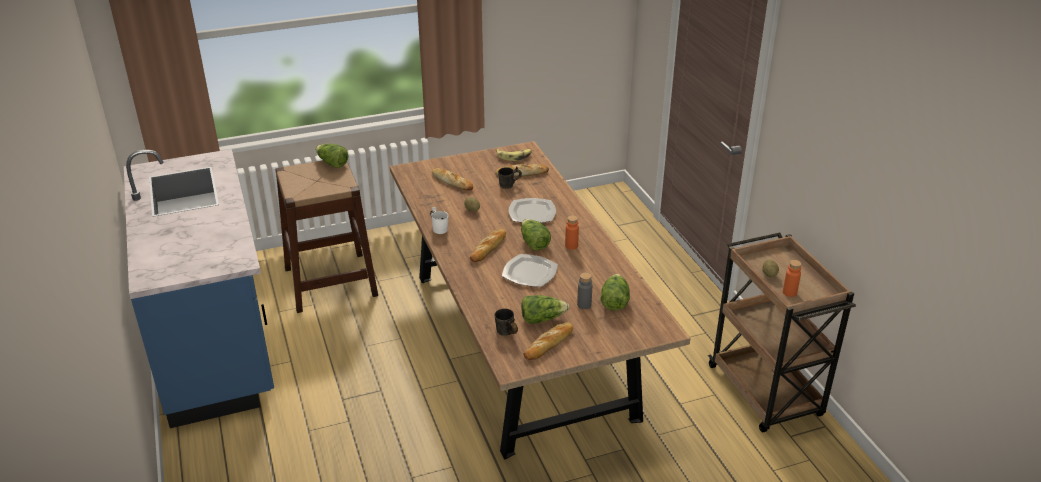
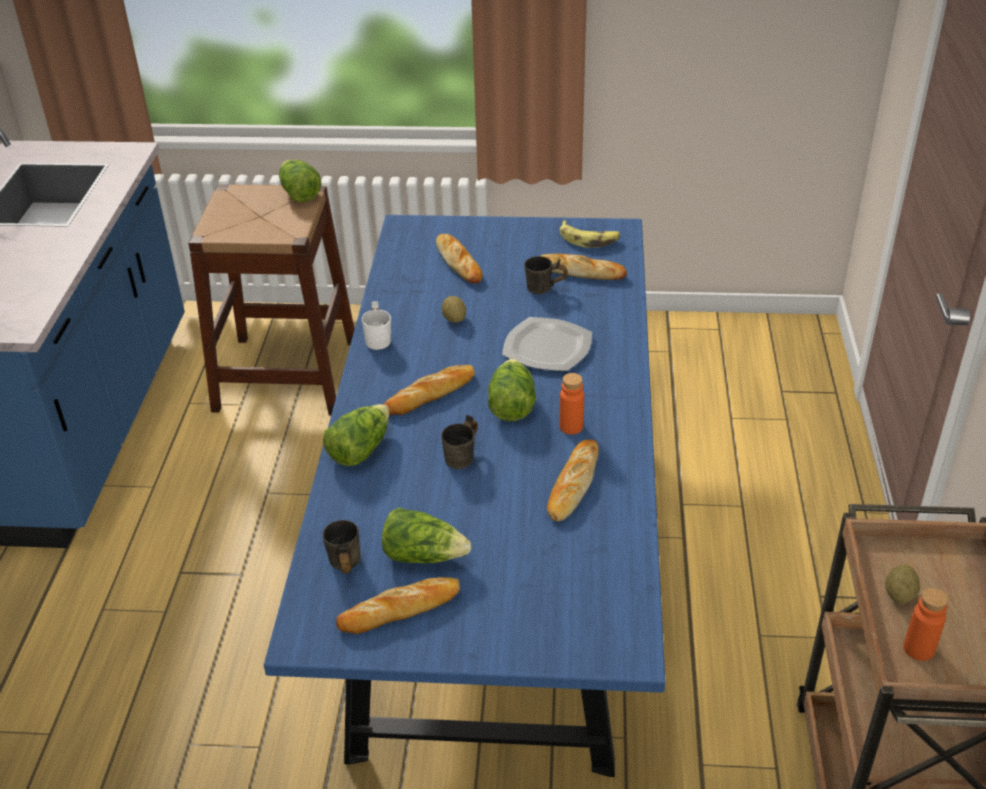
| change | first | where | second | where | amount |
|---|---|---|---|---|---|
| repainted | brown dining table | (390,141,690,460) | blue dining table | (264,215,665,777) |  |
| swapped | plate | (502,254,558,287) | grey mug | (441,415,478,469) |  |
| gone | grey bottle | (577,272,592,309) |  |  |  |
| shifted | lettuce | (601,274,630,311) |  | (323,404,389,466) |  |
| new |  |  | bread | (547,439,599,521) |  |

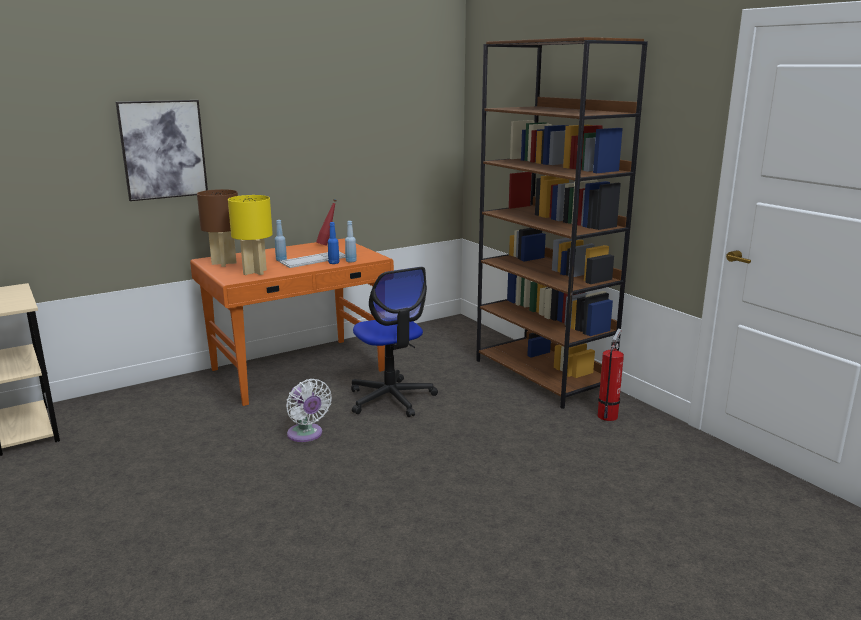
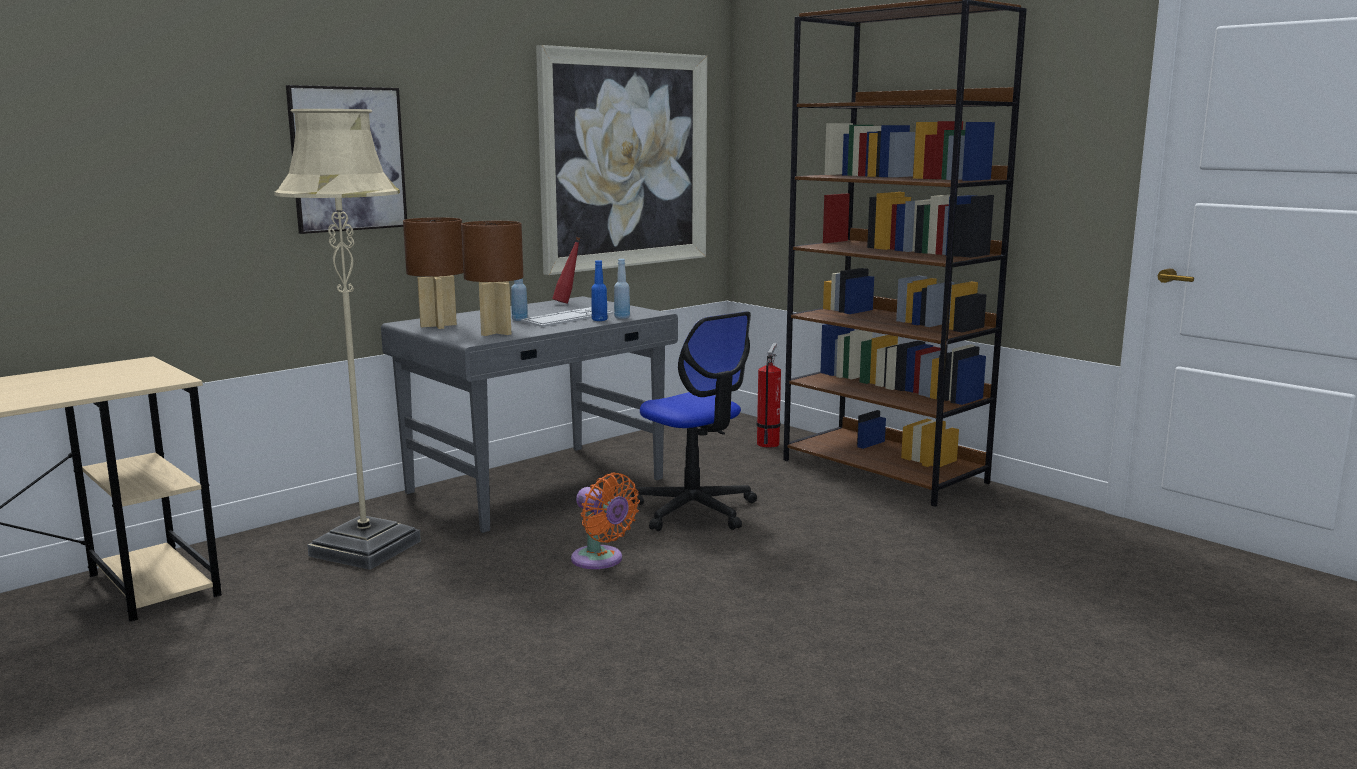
| change | first | where | second | where | amount |
|---|---|---|---|---|---|
| repainted | yellow table lamp | (228,195,273,275) | brown table lamp | (461,221,524,336) |  |
| repainted | orange desk | (190,238,394,406) | grey desk | (381,296,678,533) |  |
| shifted | fire extinguisher | (598,329,624,421) |  | (756,343,781,448) |  |
| repainted | white fan | (286,379,332,442) | orange fan | (571,472,640,569) |  |
| new |  |  | picture | (536,45,707,275) |  |
| new |  |  | beige floor lamp | (274,109,421,570) |  |

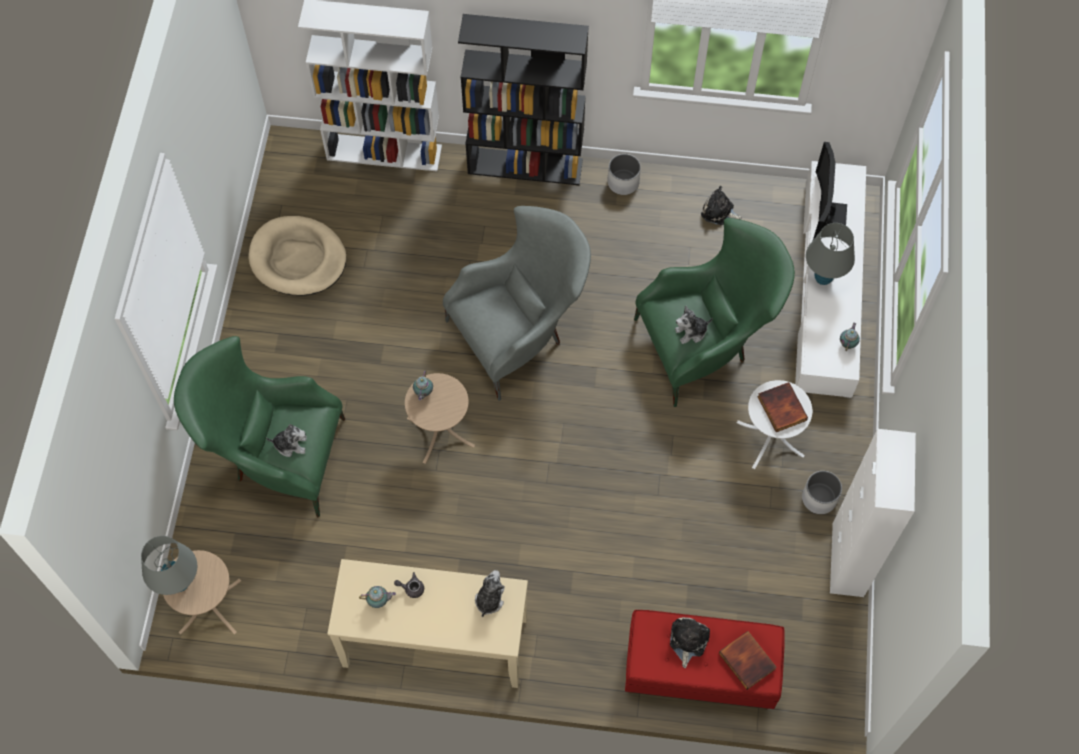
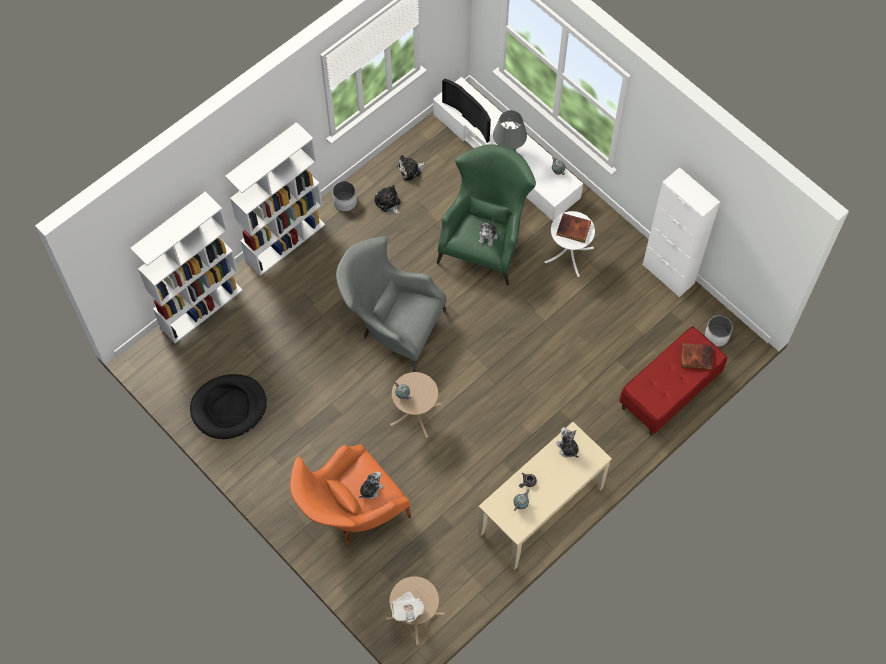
| change | first | where | second | where | amount |
|---|---|---|---|---|---|
| repainted | black bookcase | (458,14,589,185) | white bookcase | (225,122,325,276) |  |
| rotated | grey armchair | (443,206,591,401) |  | (336,236,447,372) | 75 degrees counterclockwise |
| repainted | beige dog bed | (248,216,347,296) | black dog bed | (190,374,267,439) |  |
| repainted | green armchair | (174,336,345,517) | orange armchair | (290,445,411,545) |  |
| shifted | white planter | (802,471,842,514) |  | (705,315,733,347) |  |
| swapped | grey table lamp | (141,536,197,595) | newspaper | (391,592,424,622) |  |
| shifted | plush toy | (670,617,710,668) |  | (374,185,400,215) |  |

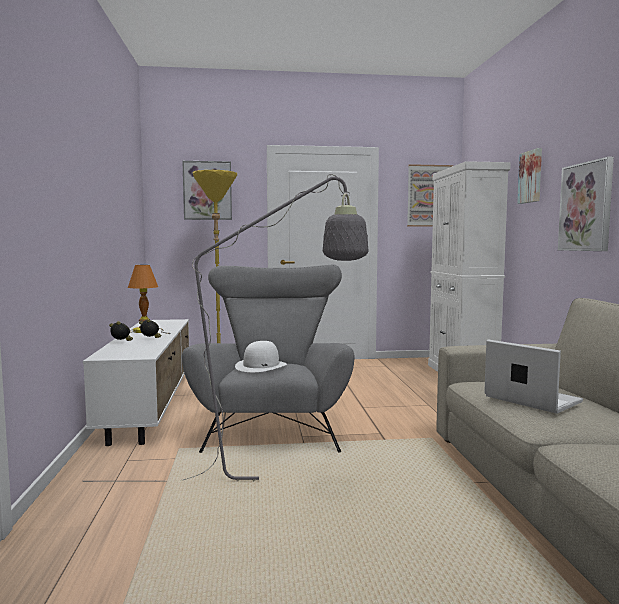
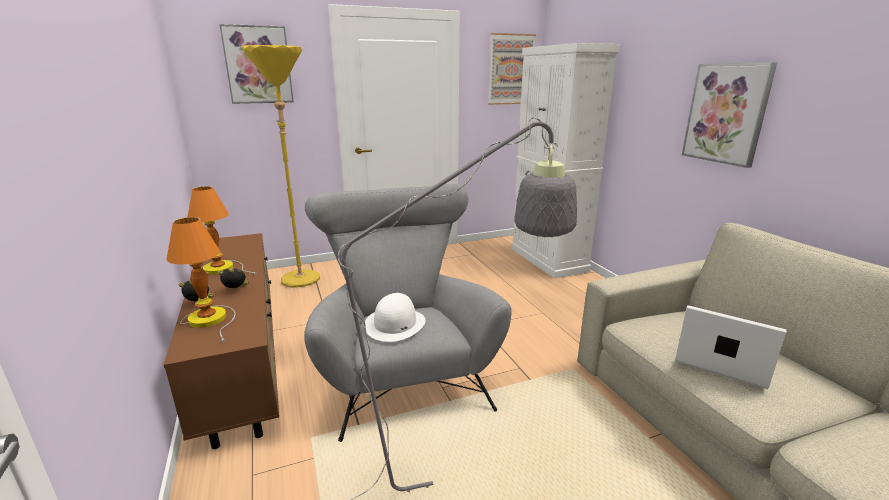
| change | first | where | second | where | amount |
|---|---|---|---|---|---|
| gone | picture | (517,148,542,204) |  |  |  |
| repainted | white tv stand | (83,319,189,446) | brown tv stand | (163,233,279,449) |  |
| new |  |  | table lamp | (167,217,236,343) |  |

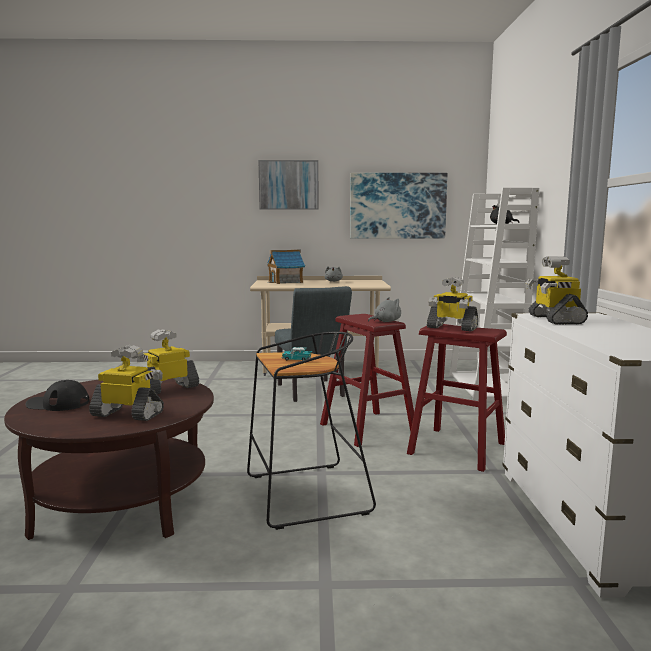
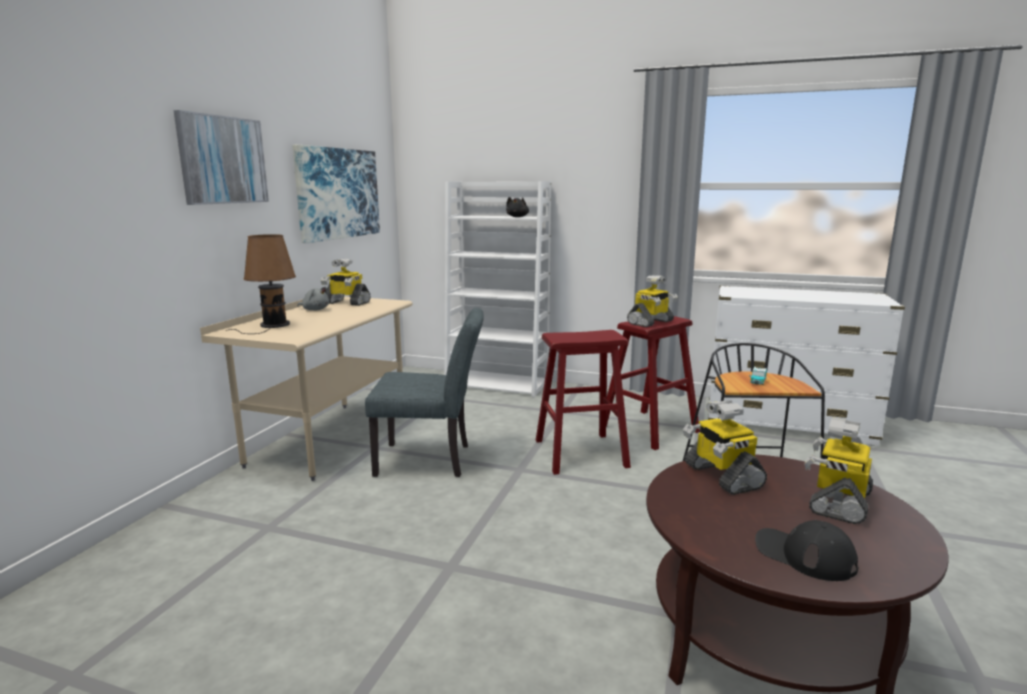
| change | first | where | second | where | amount |
|---|---|---|---|---|---|
| swapped | toy house | (267,249,305,284) | brown table lamp | (226,234,296,334) |  |
| shifted | toy robot | (525,256,588,325) |  | (321,258,371,306) |  |
| gone | grey plush toy | (368,297,401,322) |  |  |  |
| rotated | black cap | (26,380,89,411) |  | (755,520,858,581) | 105 degrees clockwise |

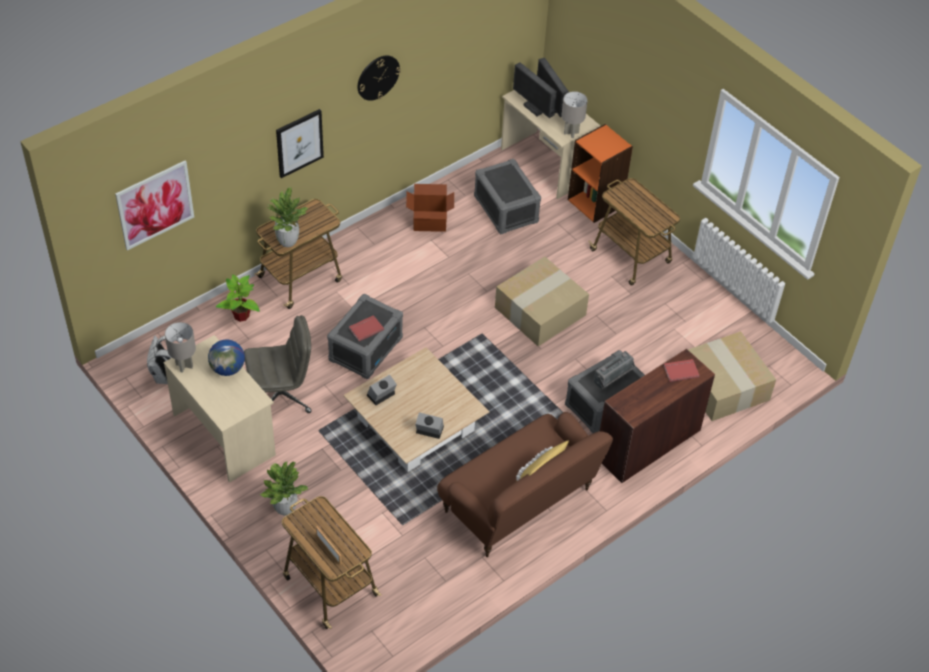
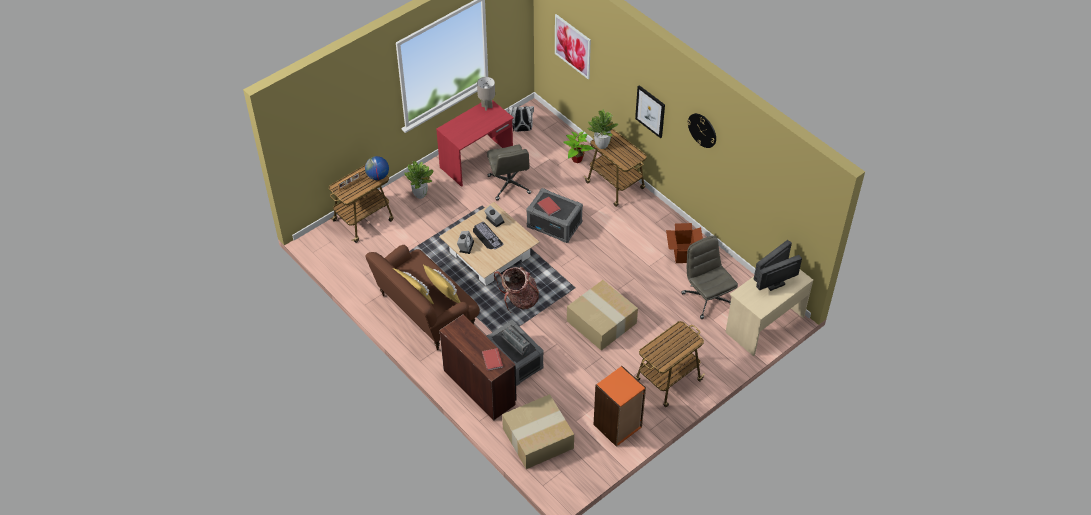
| change | first | where | second | where | amount |
|---|---|---|---|---|---|
| gone | grey table lamp | (561,91,588,138) |  |  |  |
| shifted | orange bookcase | (568,124,633,223) |  | (593,366,646,447) |  |
| swapped | grey storage box | (474,159,541,234) | grey office chair | (681,235,738,319) |  |
| repainted | beige desk | (164,335,276,483) | red desk | (436,100,514,187) |  |
| shifted | globe | (208,340,245,376) |  | (365,156,389,180) |  |
| new |  |  | keyboard | (473,222,504,249) |  |
| new |  |  | yellow pillow | (423,265,460,303) |  |
| new |  |  | backpack | (494,267,539,313) |  |

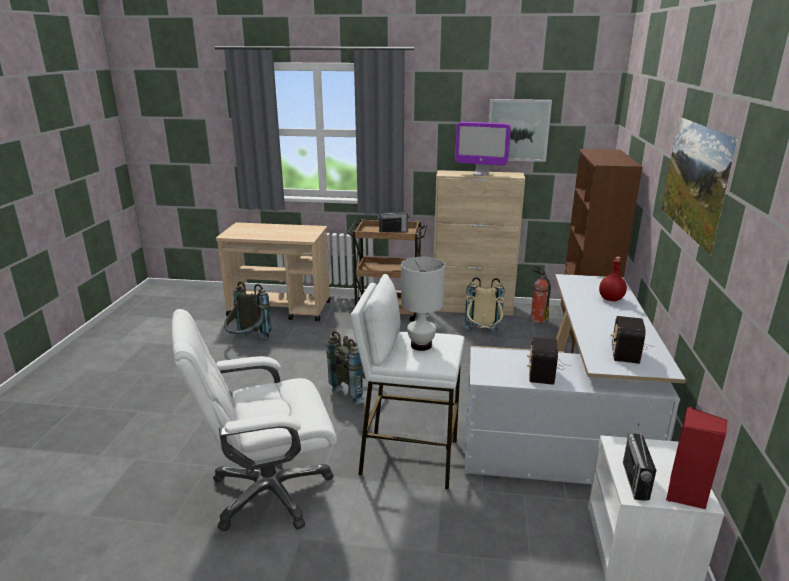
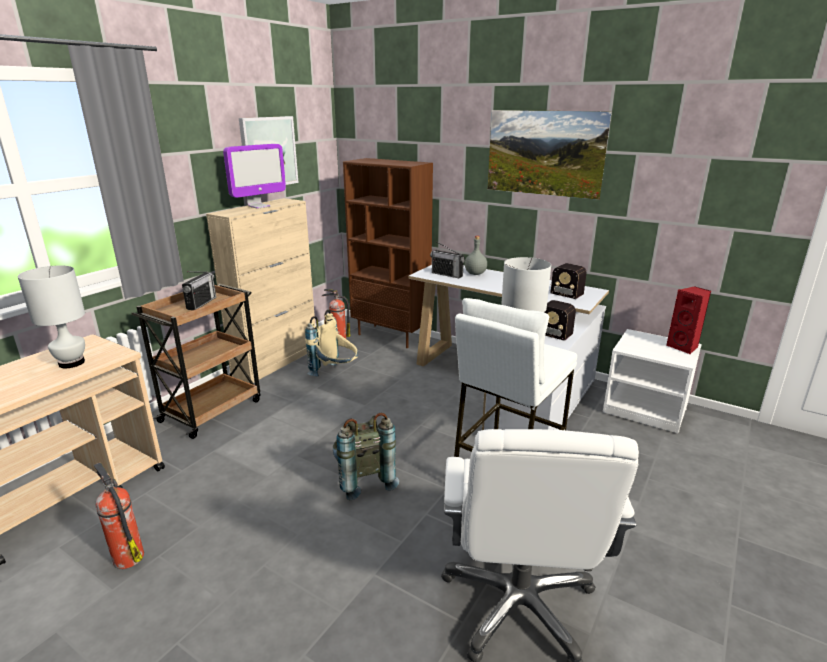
| change | first | where | second | where | amount |
|---|---|---|---|---|---|
| repainted | red bottle | (599,257,627,301) | grey bottle | (465,236,487,275) |  |
| swapped | grey backpack | (224,282,272,339) | fire extinguisher | (94,462,144,569) |  |
| shifted | radio | (623,423,656,501) |  | (430,242,465,278) |  |
| new |  |  | white table lamp | (17,265,85,368) |  |

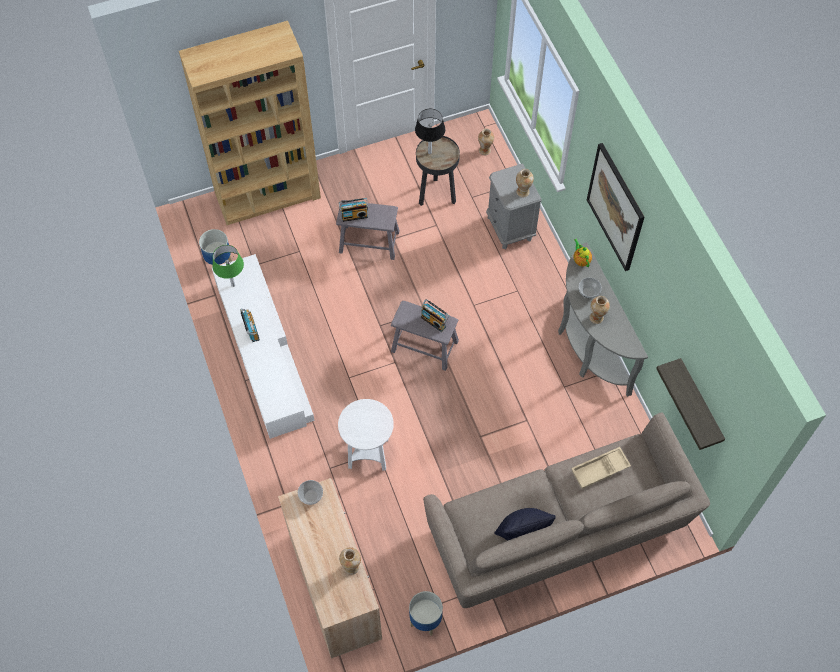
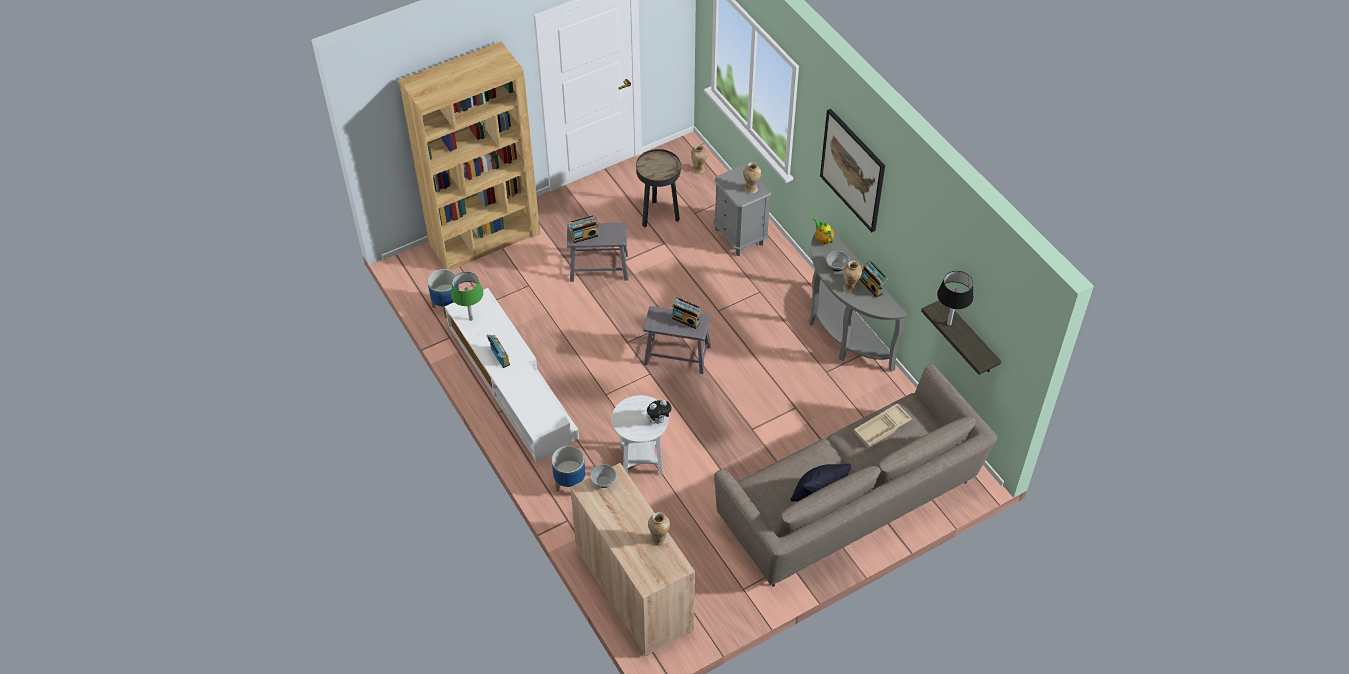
| change | first | where | second | where | amount |
|---|---|---|---|---|---|
| shifted | black table lamp | (415,109,445,154) |  | (937,271,974,325) |  |
| shifted | planter | (409,591,443,636) |  | (552,446,585,492) |  |
| new |  |  | radio | (860,260,888,298) |  |
| new |  |  | plush toy | (646,400,674,424) |  |

